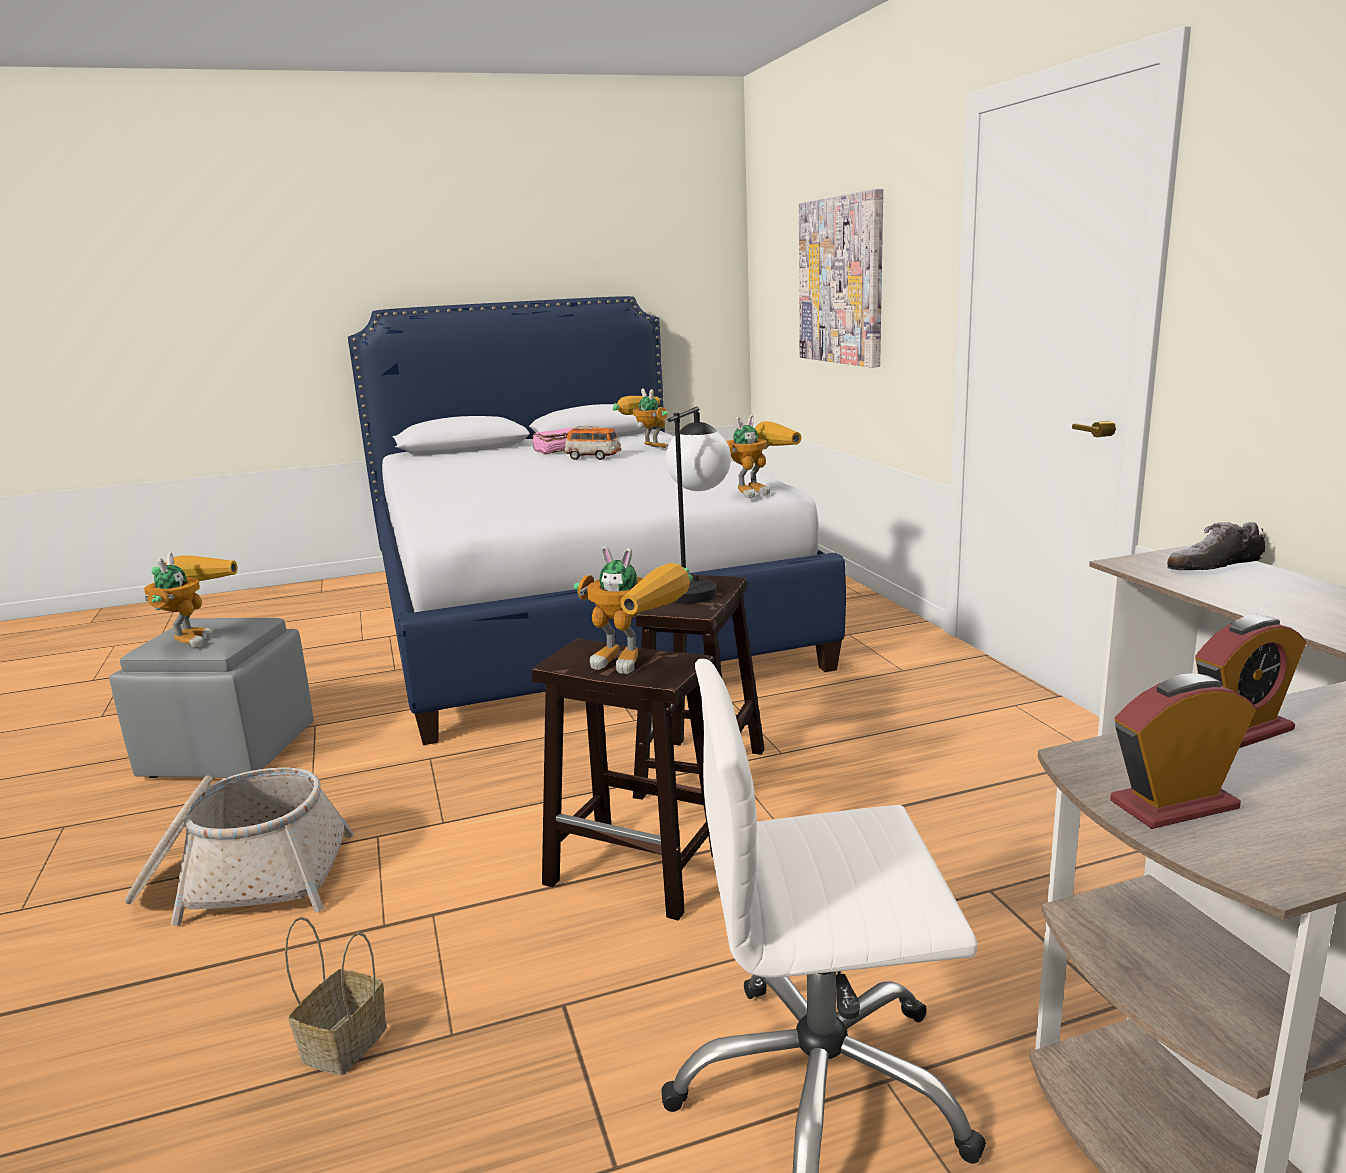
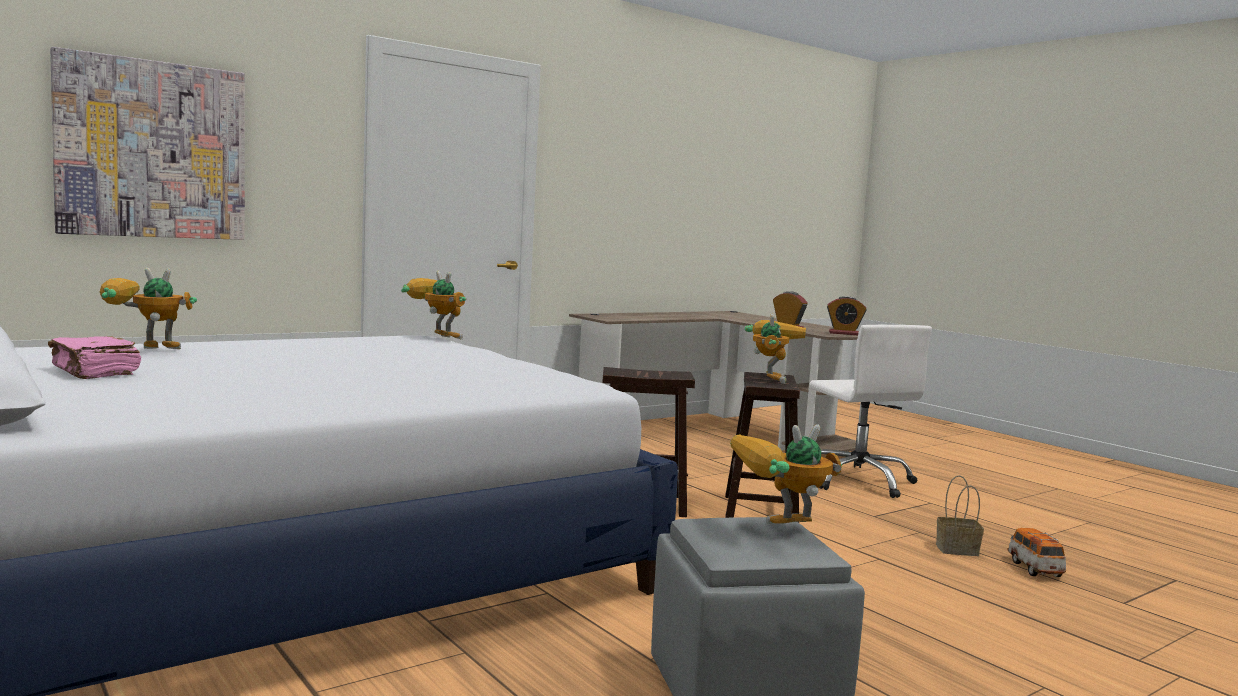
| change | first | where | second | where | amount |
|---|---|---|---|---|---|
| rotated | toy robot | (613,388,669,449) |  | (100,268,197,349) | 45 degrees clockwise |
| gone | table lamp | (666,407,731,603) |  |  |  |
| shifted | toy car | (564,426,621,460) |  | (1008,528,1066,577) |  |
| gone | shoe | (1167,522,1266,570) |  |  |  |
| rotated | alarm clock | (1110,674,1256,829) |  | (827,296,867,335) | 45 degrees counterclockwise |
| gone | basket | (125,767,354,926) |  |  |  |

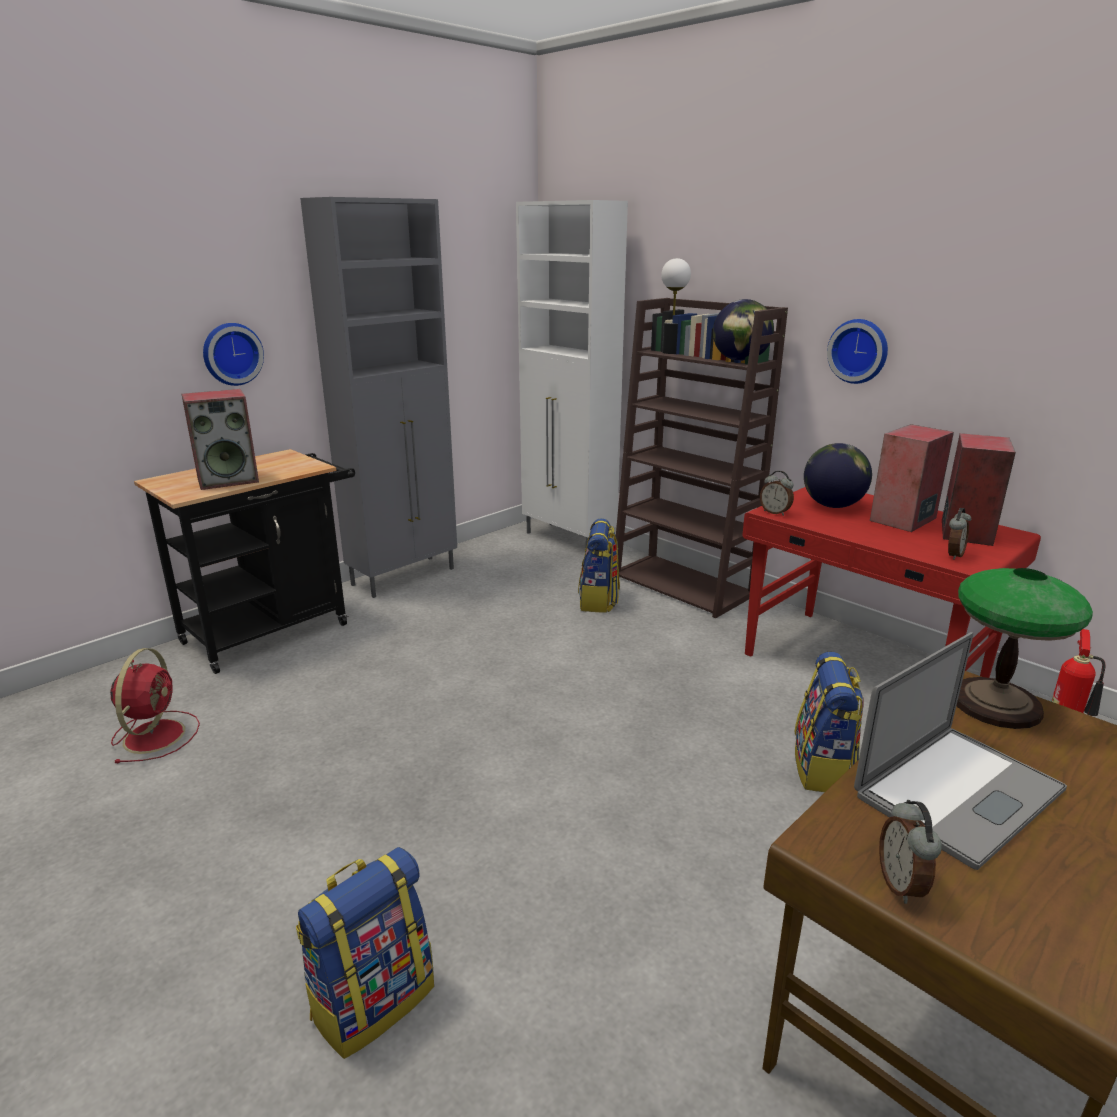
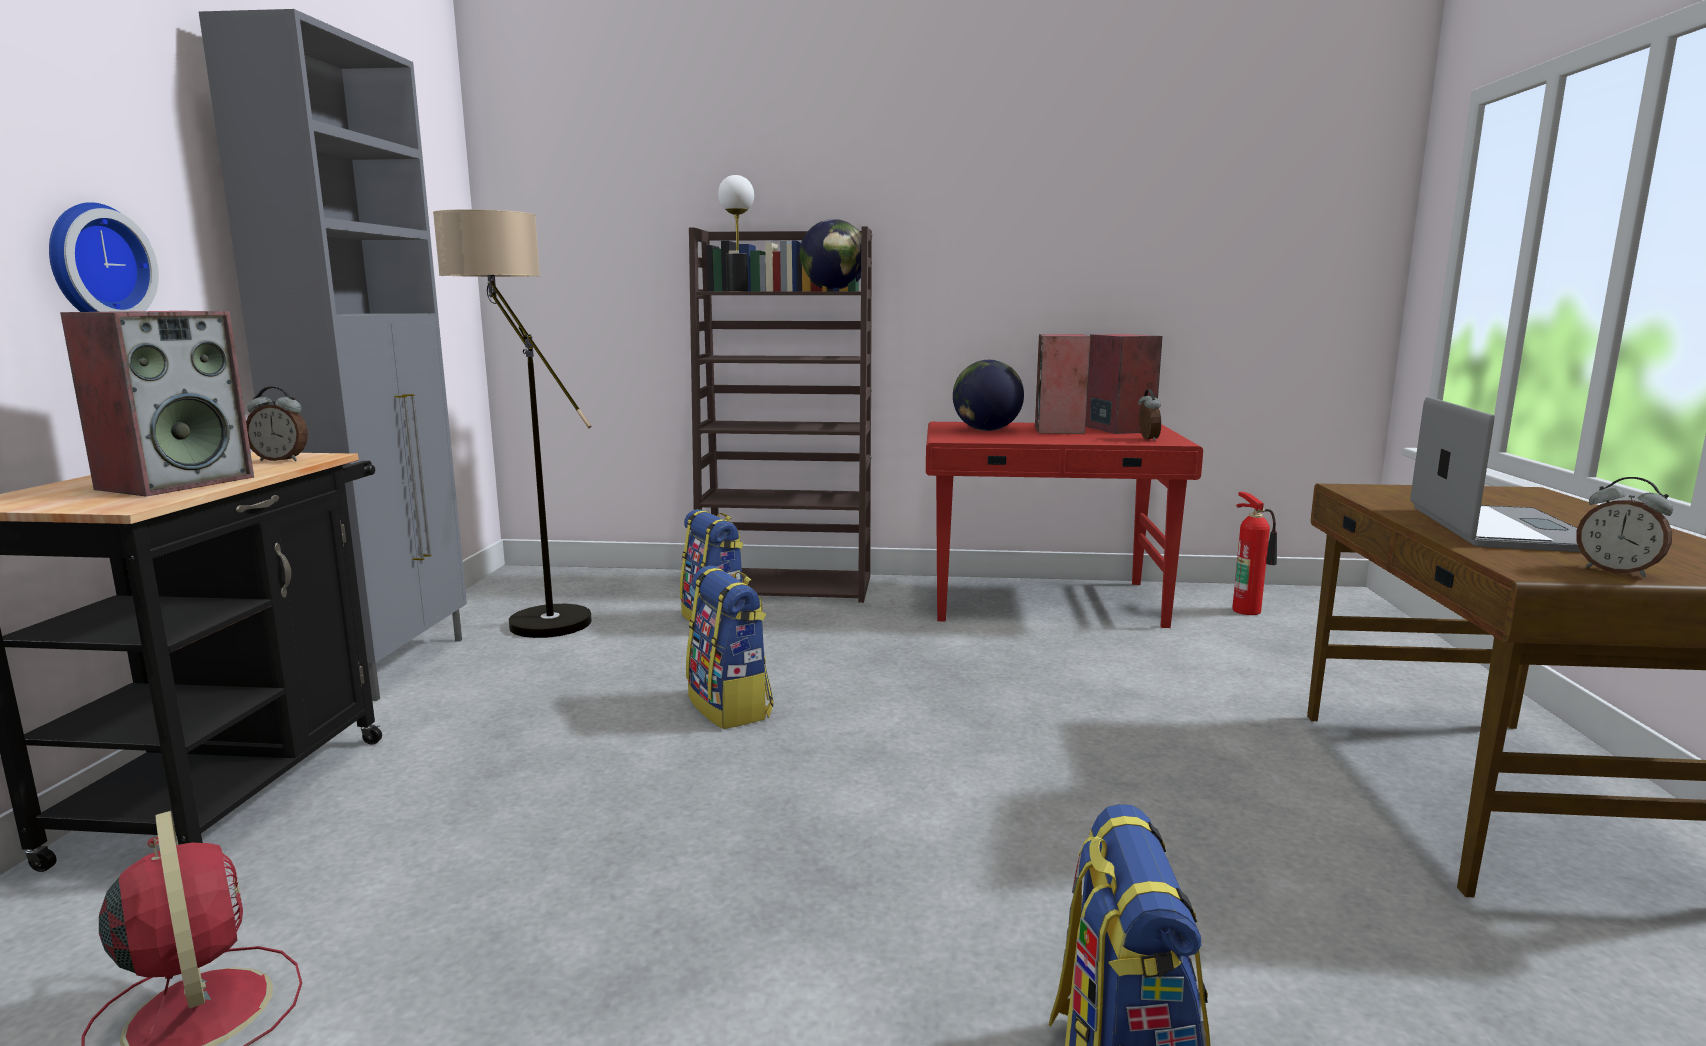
| change | first | where | second | where | amount |
|---|---|---|---|---|---|
| gone | white cabinet | (516,200,628,547) |  |  |  |
| gone | wall clock | (827,319,888,384) |  |  |  |
| shifted | alarm clock | (760,471,794,516) |  | (246,386,308,461) |  |
| gone | table lamp | (956,568,1093,729) |  |  |  |
| shifted | backpack | (794,652,864,792) |  | (686,566,774,729) |  |
| new |  |  | floor lamp | (433,209,592,638) |  |

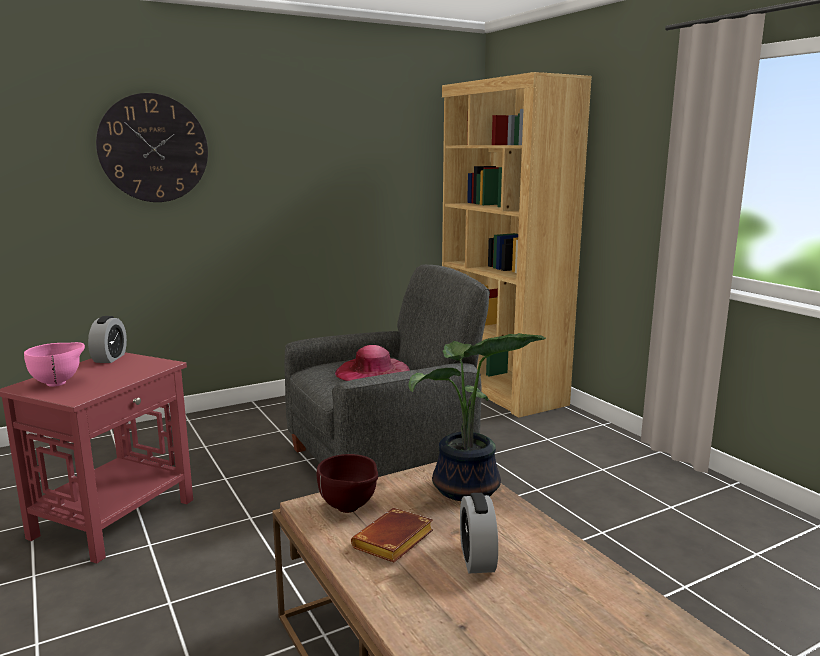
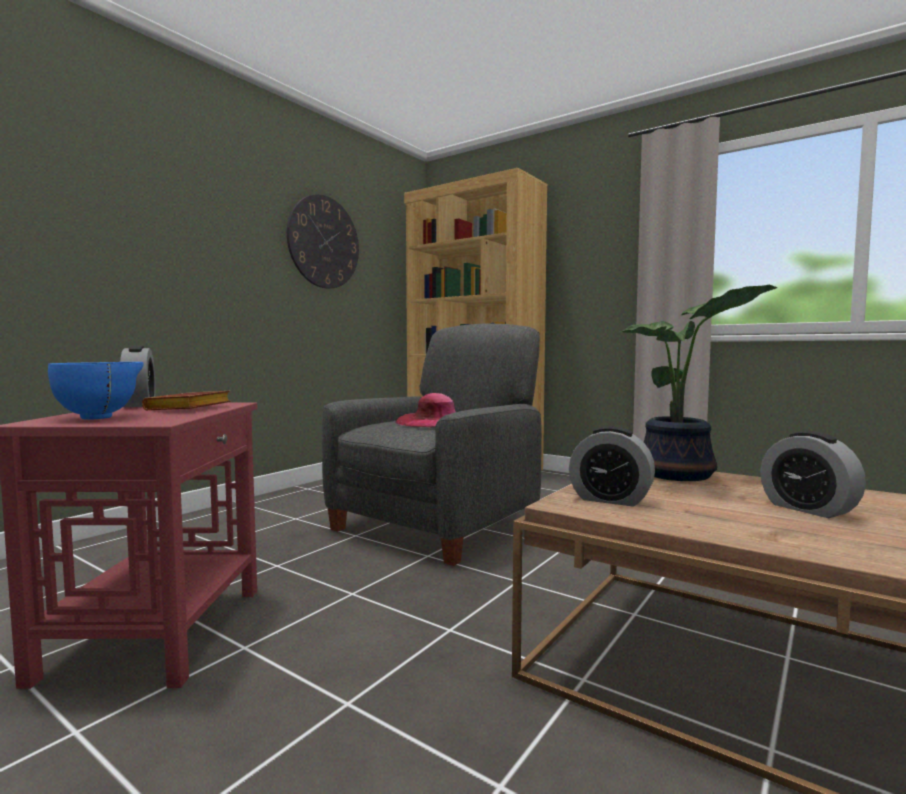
| change | first | where | second | where | amount |
|---|---|---|---|---|---|
| shifted | wall clock | (96,93,208,202) |  | (287,194,359,289) |  |
| repainted | pink bowl | (24,342,85,387) | blue bowl | (48,362,143,420) |  |
| swapped | brown bowl | (317,454,378,513) | alarm clock | (569,426,655,507) |  |
| shifted | brown book | (351,508,433,562) |  | (142,391,231,410) |  |

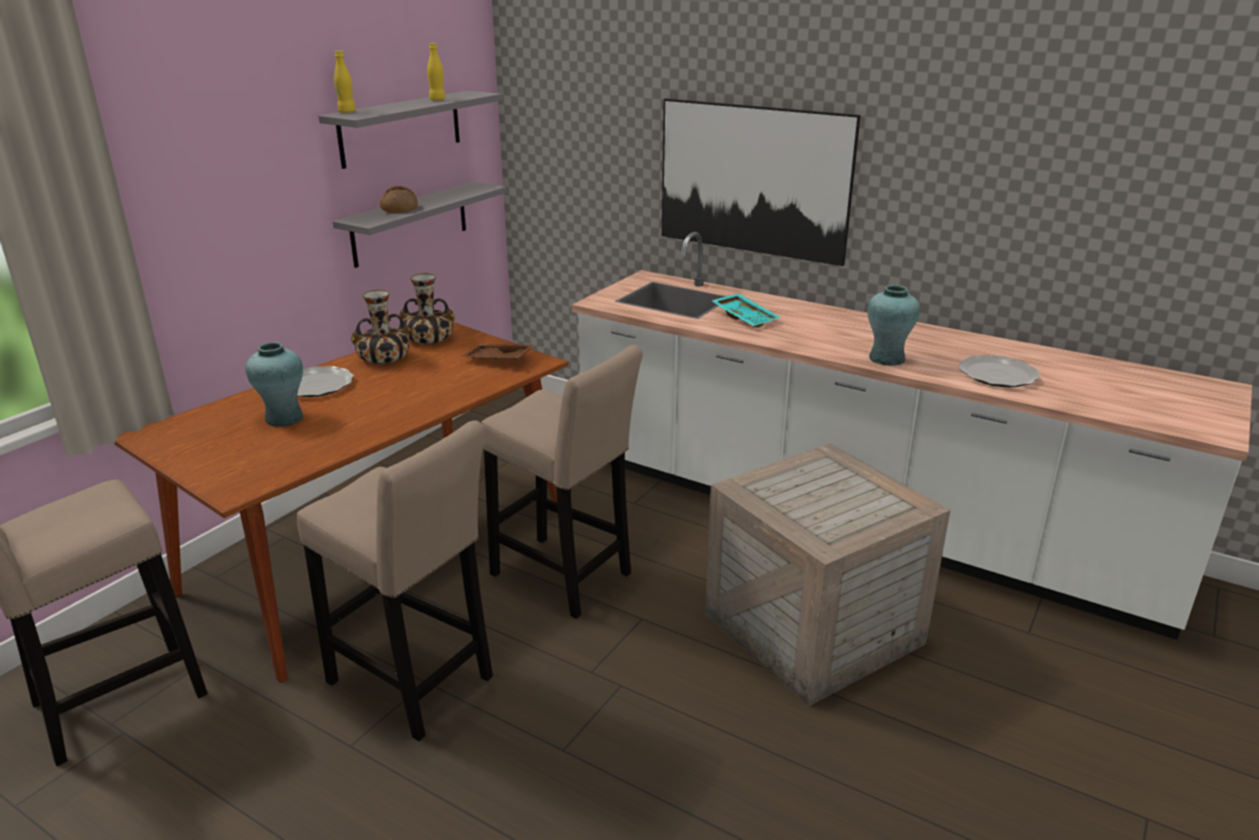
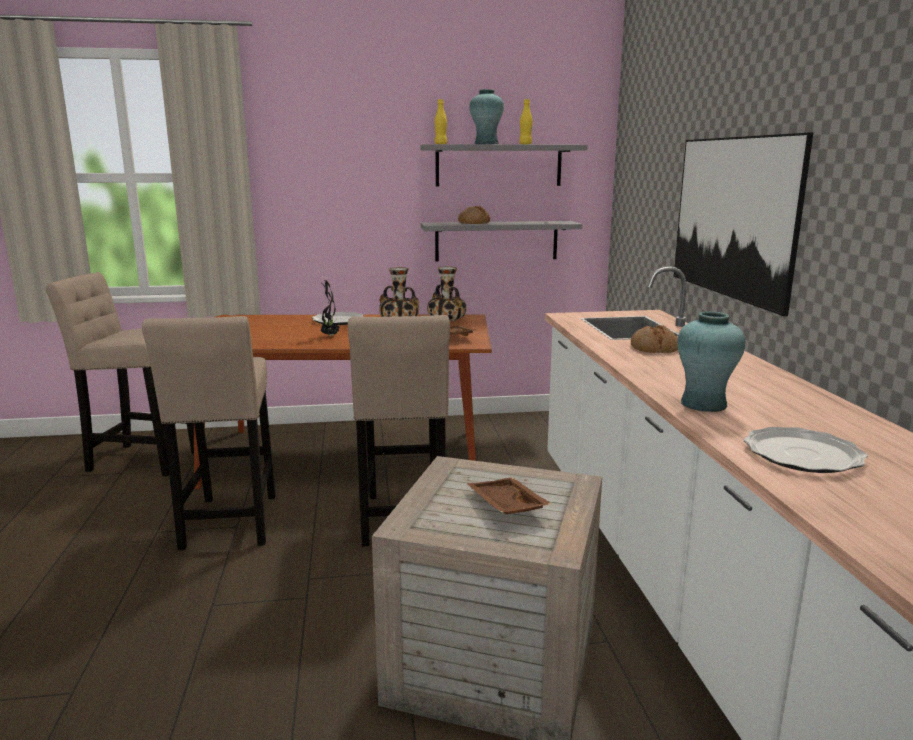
| change | first | where | second | where | amount |
|---|---|---|---|---|---|
| swapped | turquoise tray | (712,293,780,328) | bread | (631,325,678,353) |  |
| shifted | turquoise vase | (245,342,303,427) |  | (469,89,504,144) |  |
| new |  |  | potted plant | (320,279,340,336) |  |
| new |  |  | brown tray | (467,477,551,514) |  |

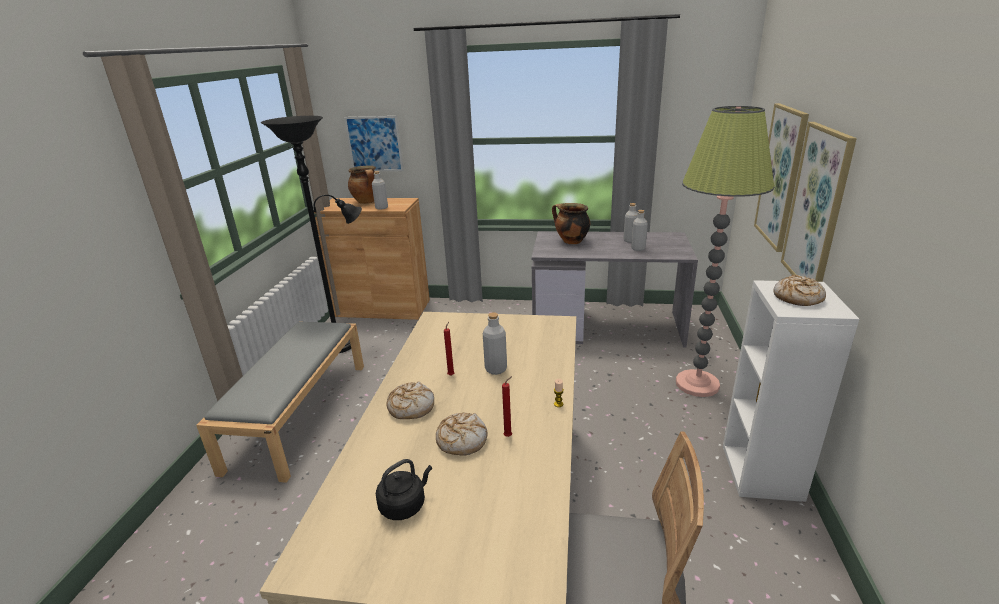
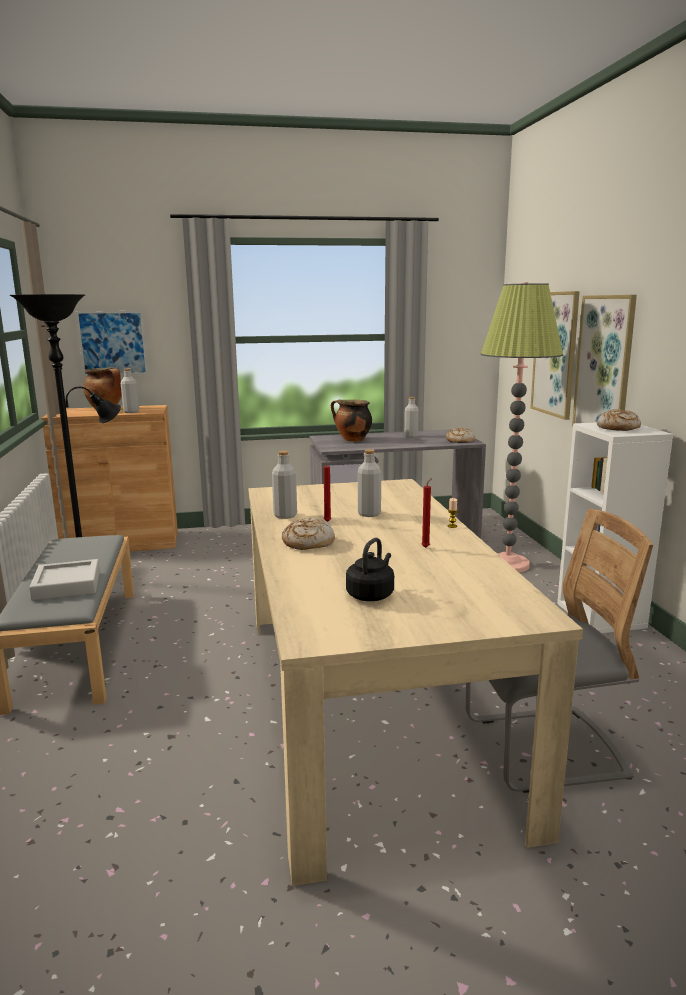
| change | first | where | second | where | amount |
|---|---|---|---|---|---|
| shifted | grey bottle | (631,210,648,251) |  | (272,451,297,519) |  |
| shifted | bread | (436,412,487,456) |  | (446,428,475,443) |  |
| new |  |  | grey tray | (29,559,100,600) |  |

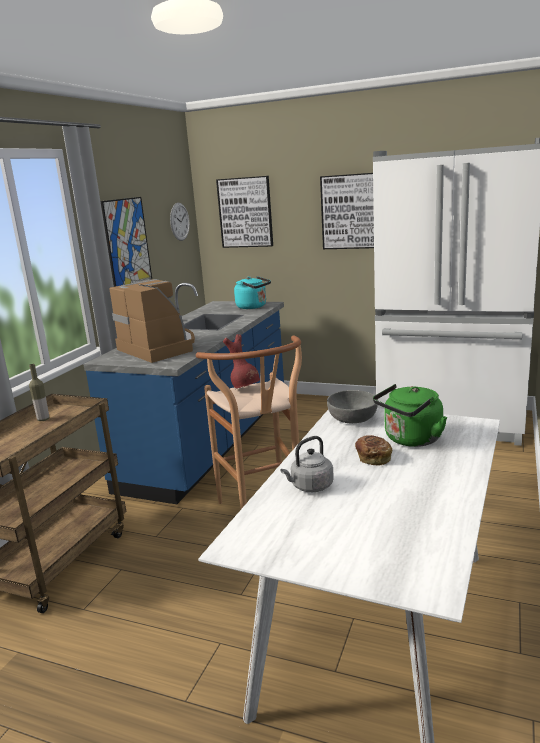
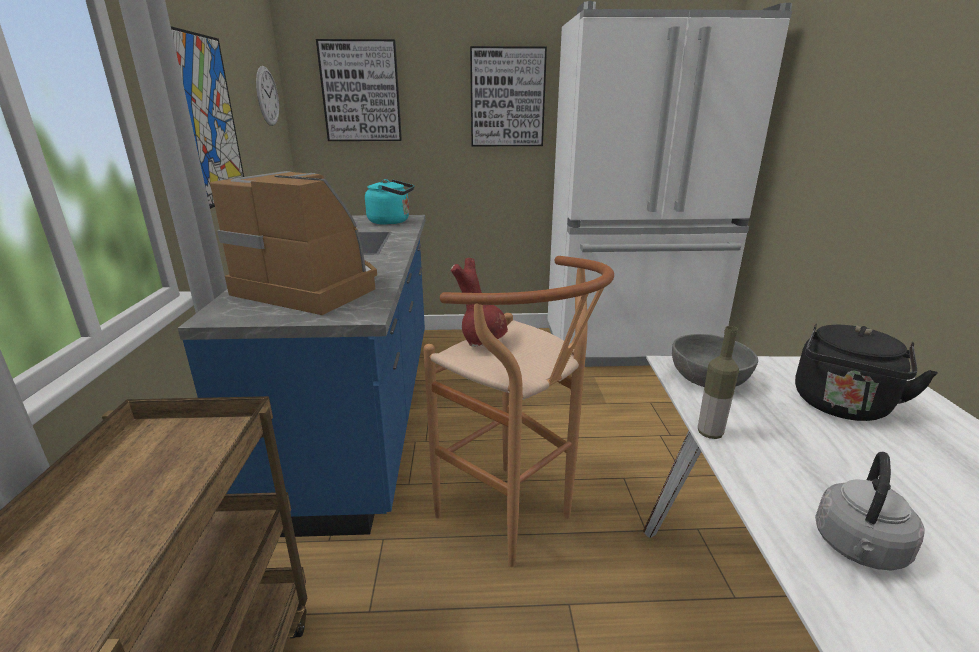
| change | first | where | second | where | amount |
|---|---|---|---|---|---|
| shifted | bottle | (29,364,49,421) |  | (698,326,739,439) |  |
| repainted | green kettle | (373,384,447,447) | black kettle | (795,324,938,421) |  |
| gone | bread | (355,435,392,465) |  |  |  |

